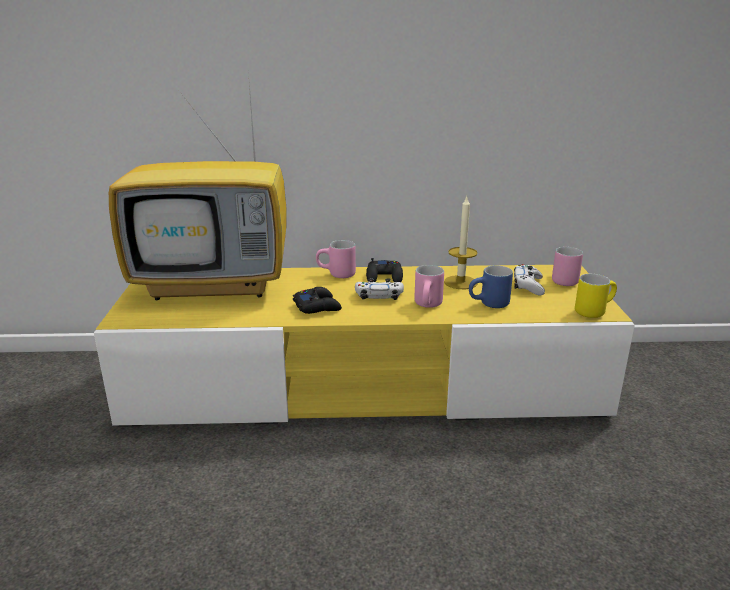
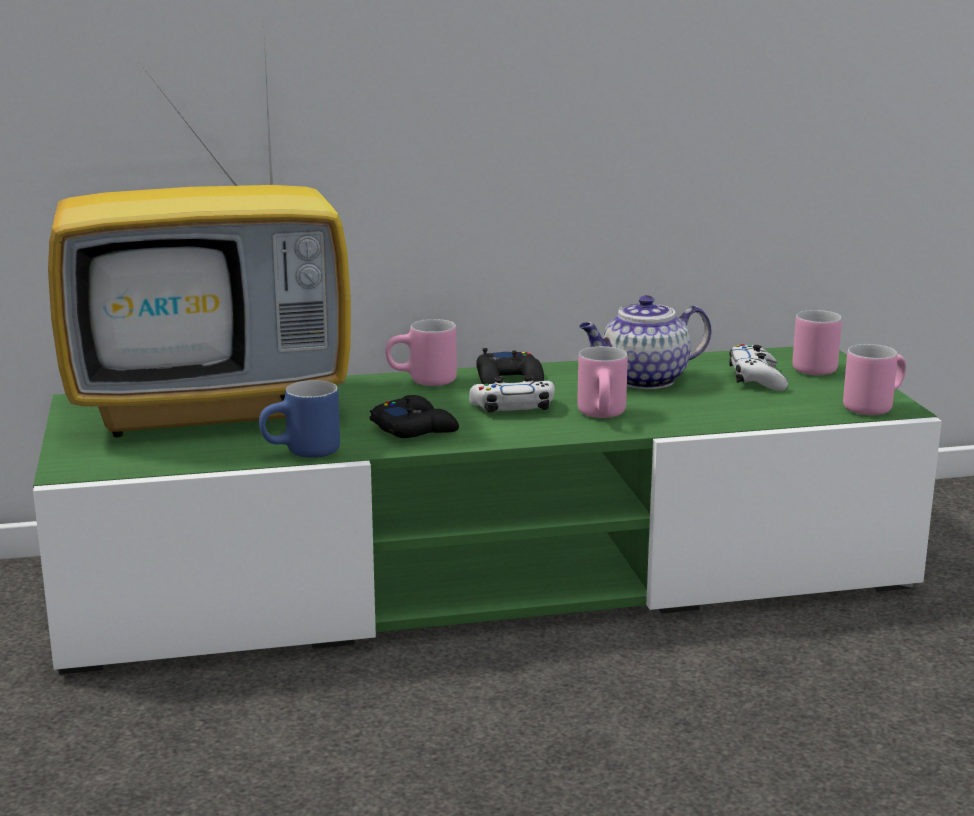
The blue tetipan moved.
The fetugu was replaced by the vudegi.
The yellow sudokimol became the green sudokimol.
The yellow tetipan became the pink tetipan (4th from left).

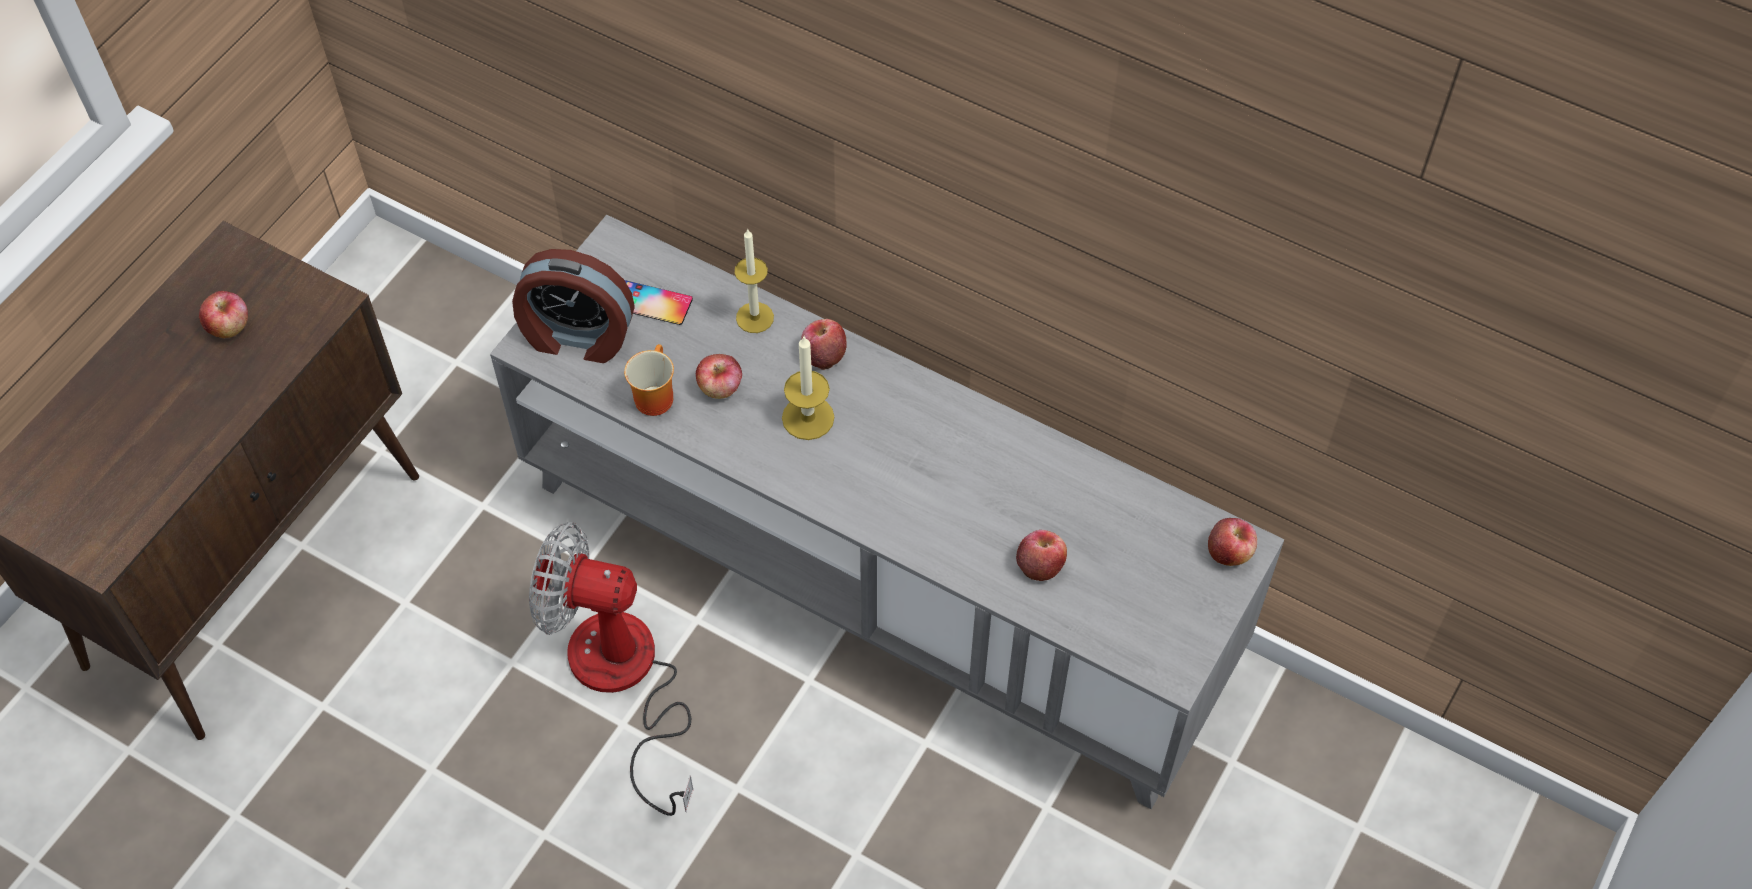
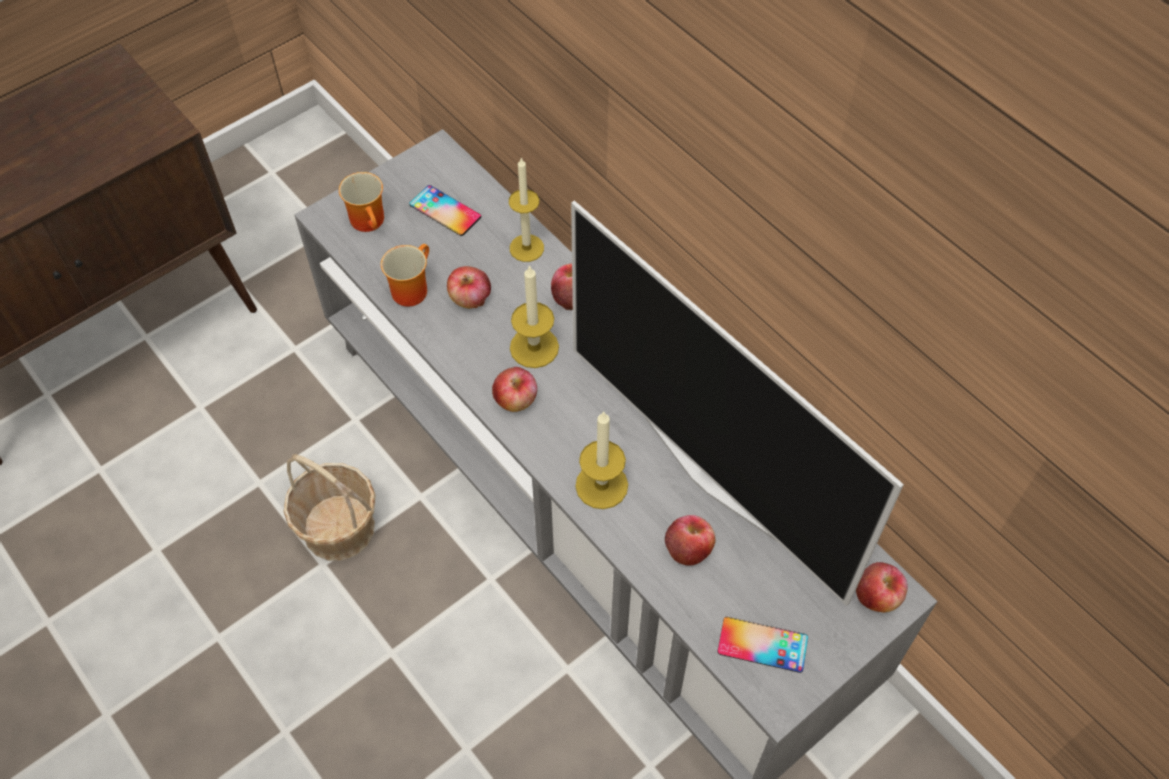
The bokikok appeared.
The fetugu (3rd from left) appeared.
The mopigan (2nd from left) appeared.
The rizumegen (1st from left in the first image) moved.
The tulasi was replaced by the tetipan (1st from left).
The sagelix was replaced by the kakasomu.

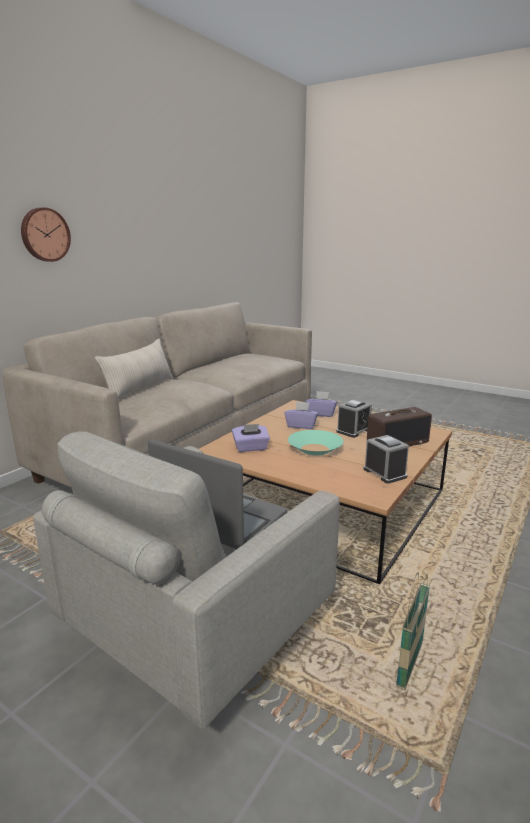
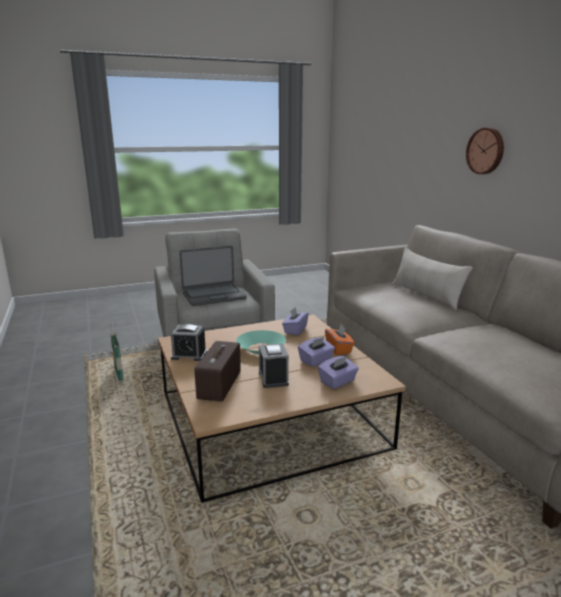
The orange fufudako appeared.

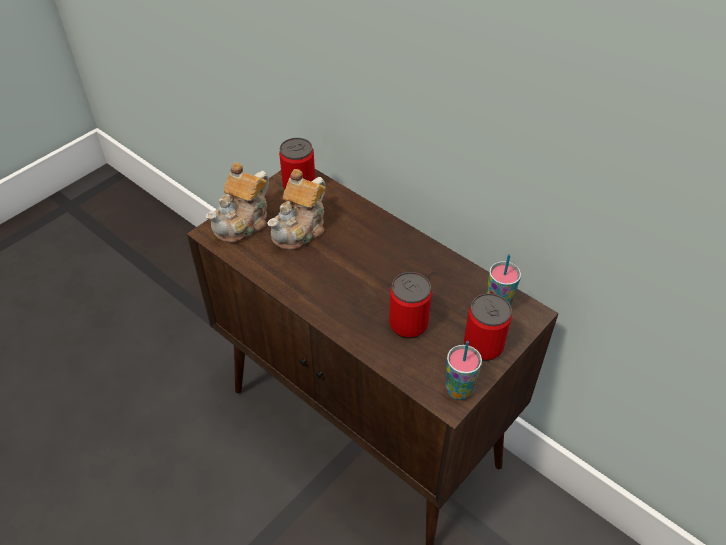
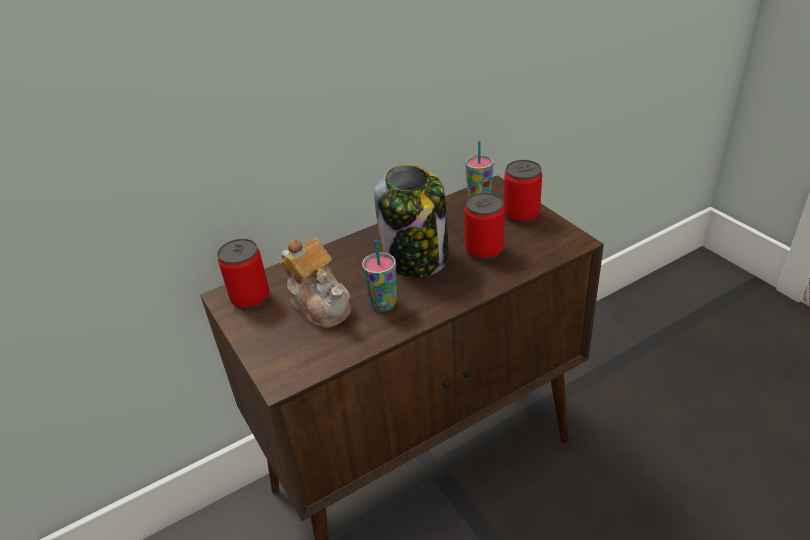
The vudegi (1st from left) disappeared.
The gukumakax appeared.
The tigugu (1st from left) moved.

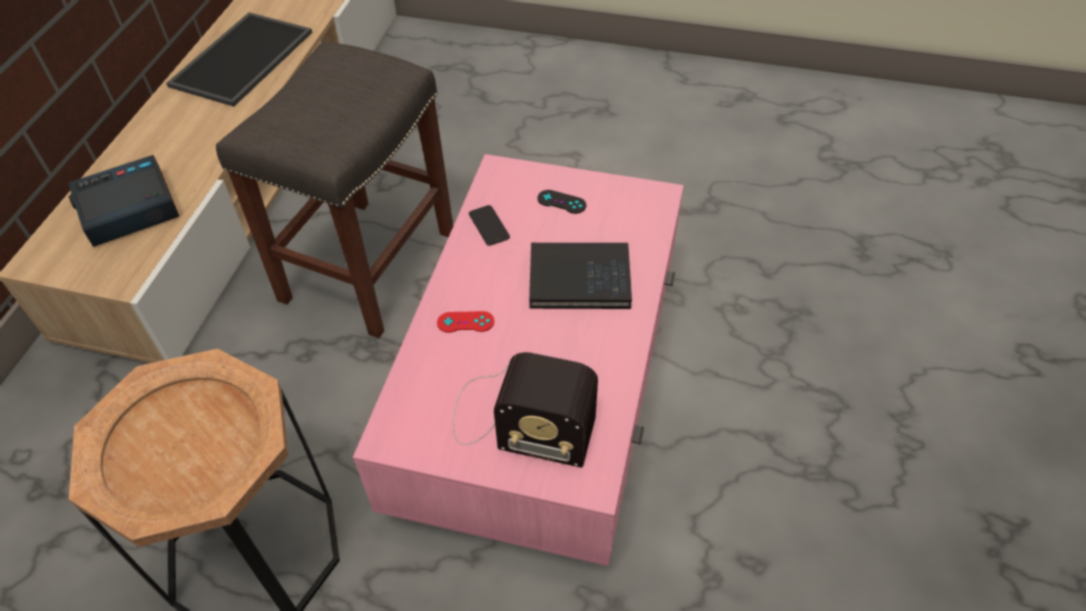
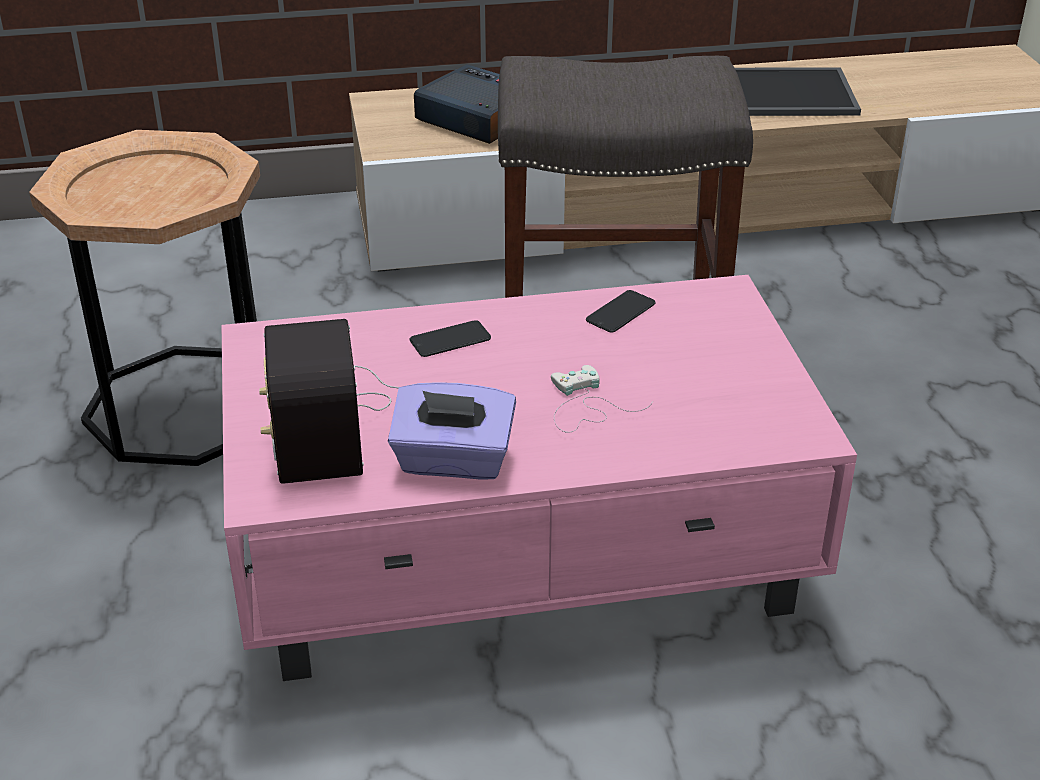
The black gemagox disappeared.
The purple fufudako appeared.
The red gemagox was replaced by the mopigan (1st from left).
The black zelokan was replaced by the white gemagox.

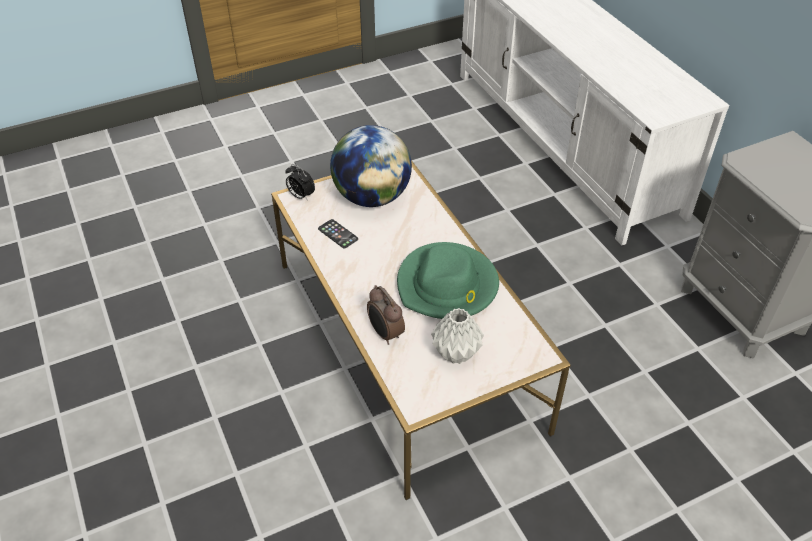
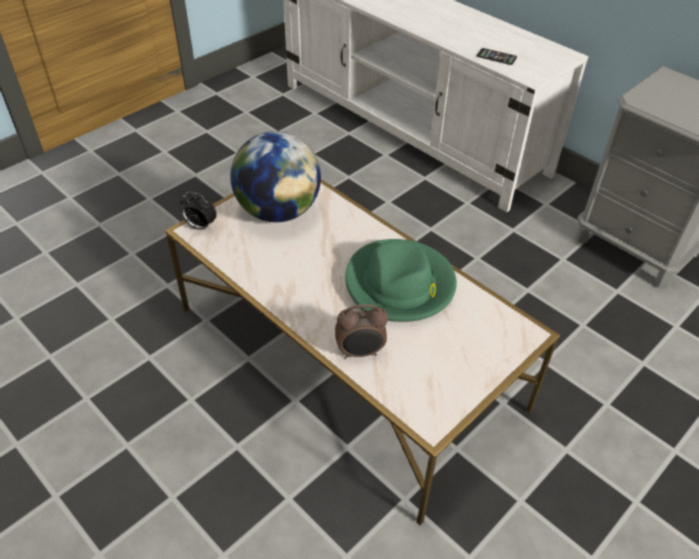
The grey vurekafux disappeared.
The mopigan moved.
The tulasi (2nd from left) turned 45 degrees counterclockwise.

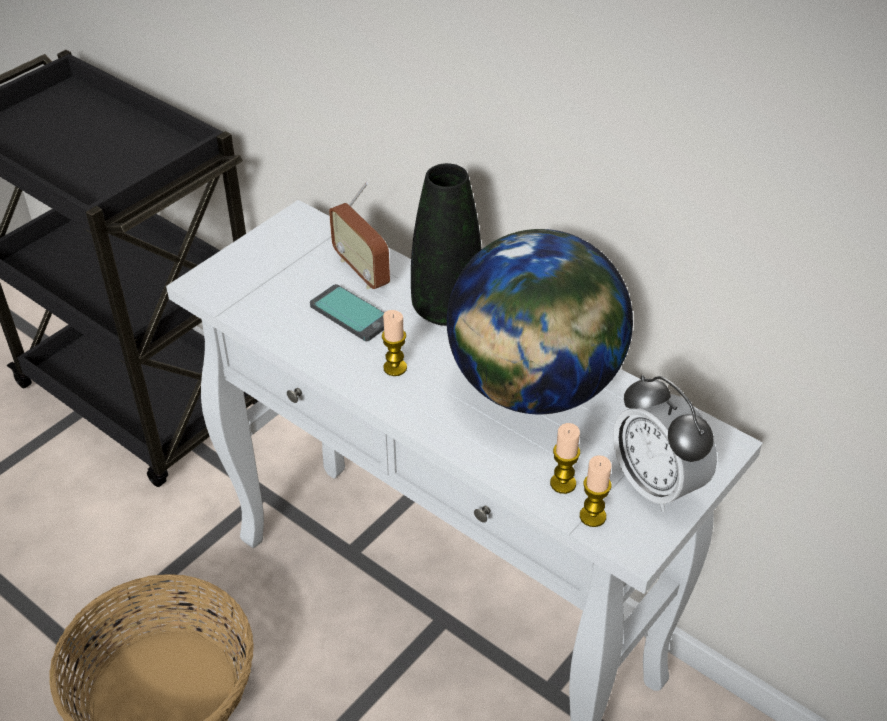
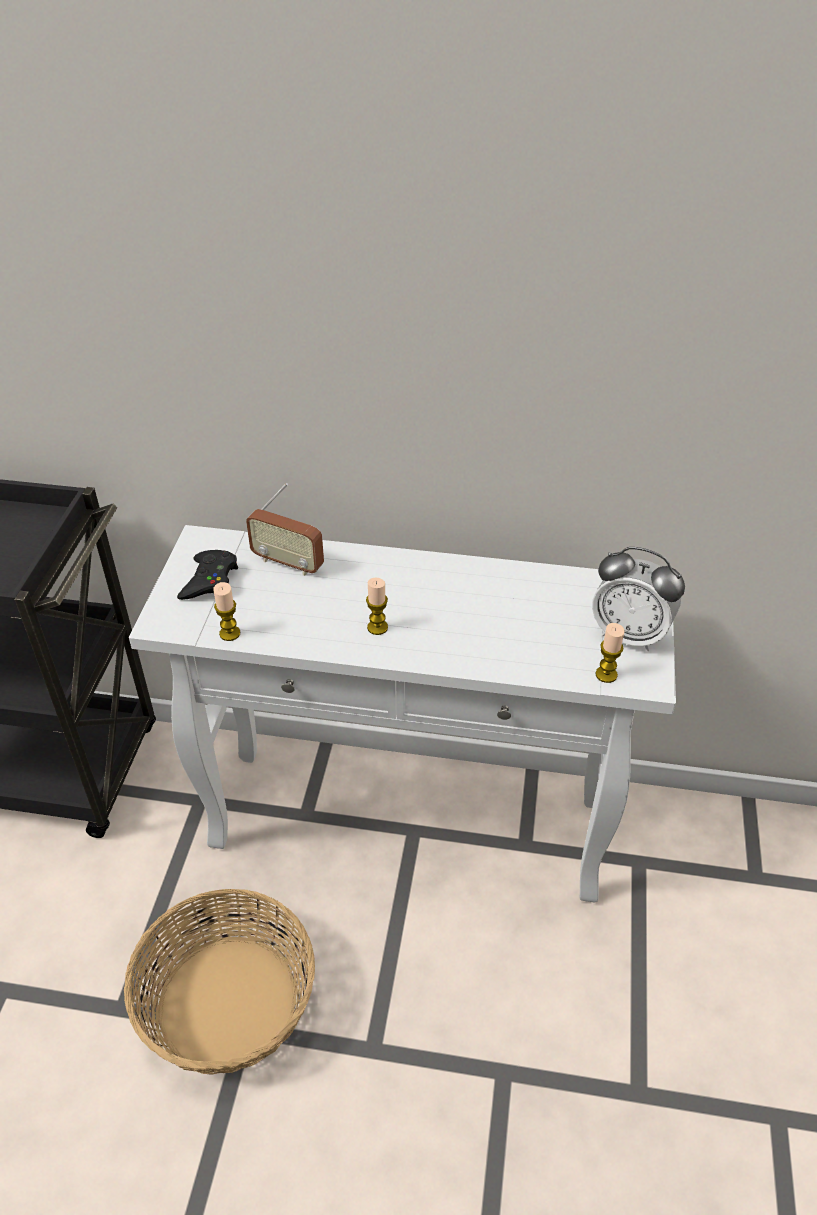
The mopigan disappeared.
The black vurekafux disappeared.
The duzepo disappeared.
The black gemagox appeared.
The fetugu (2nd from left in the first image) moved.

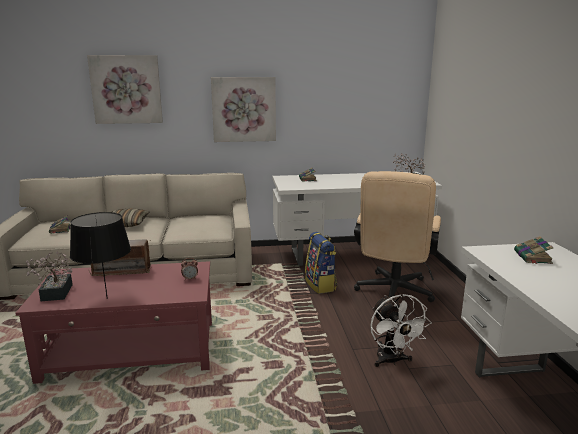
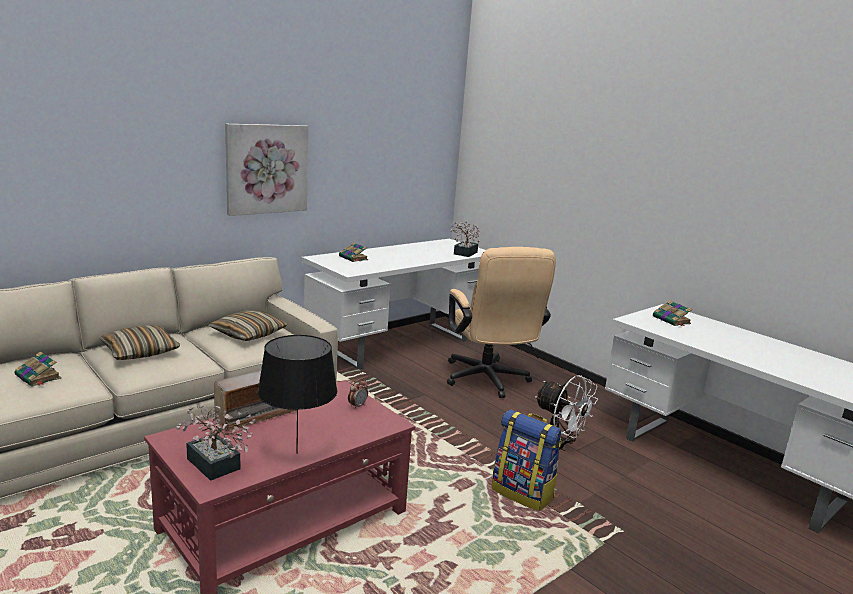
The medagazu (1st from left) disappeared.
The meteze (2nd from left) appeared.
The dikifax moved.

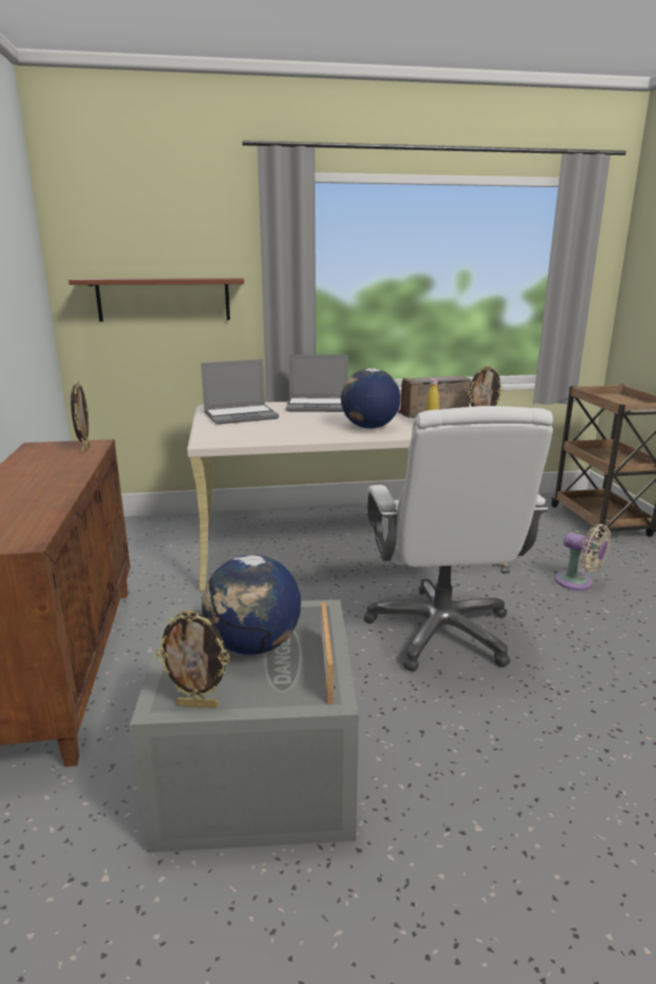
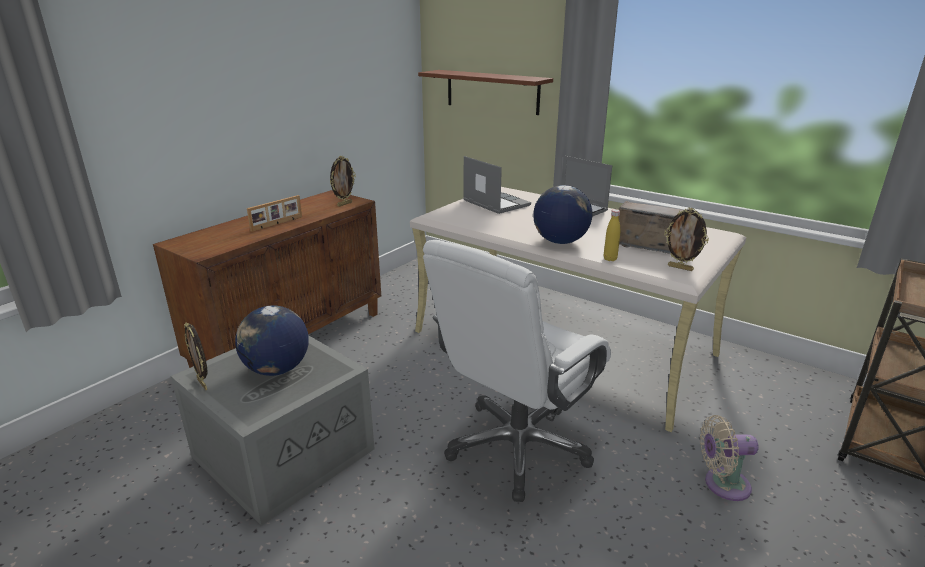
The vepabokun (3rd from left in the first image) moved.
The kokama (1st from left) turned 150 degrees counterclockwise.
The beige sagelix turned 90 degrees clockwise.

